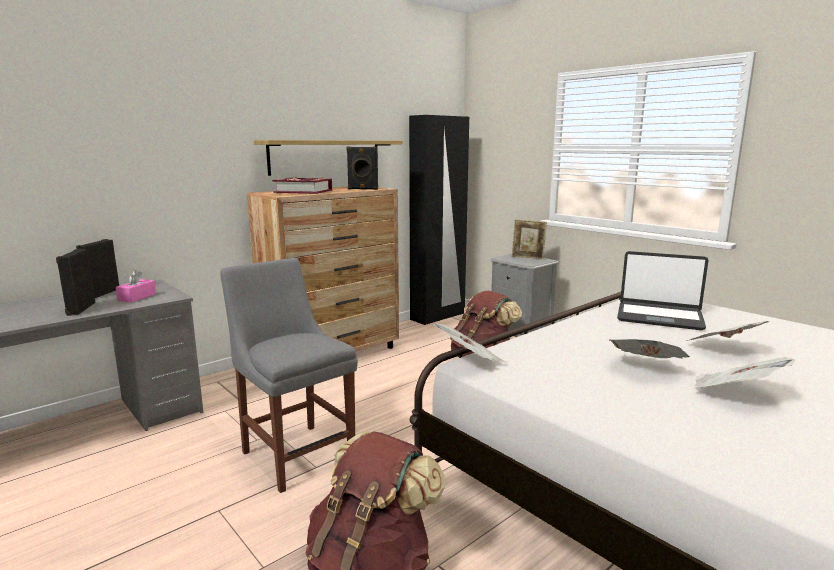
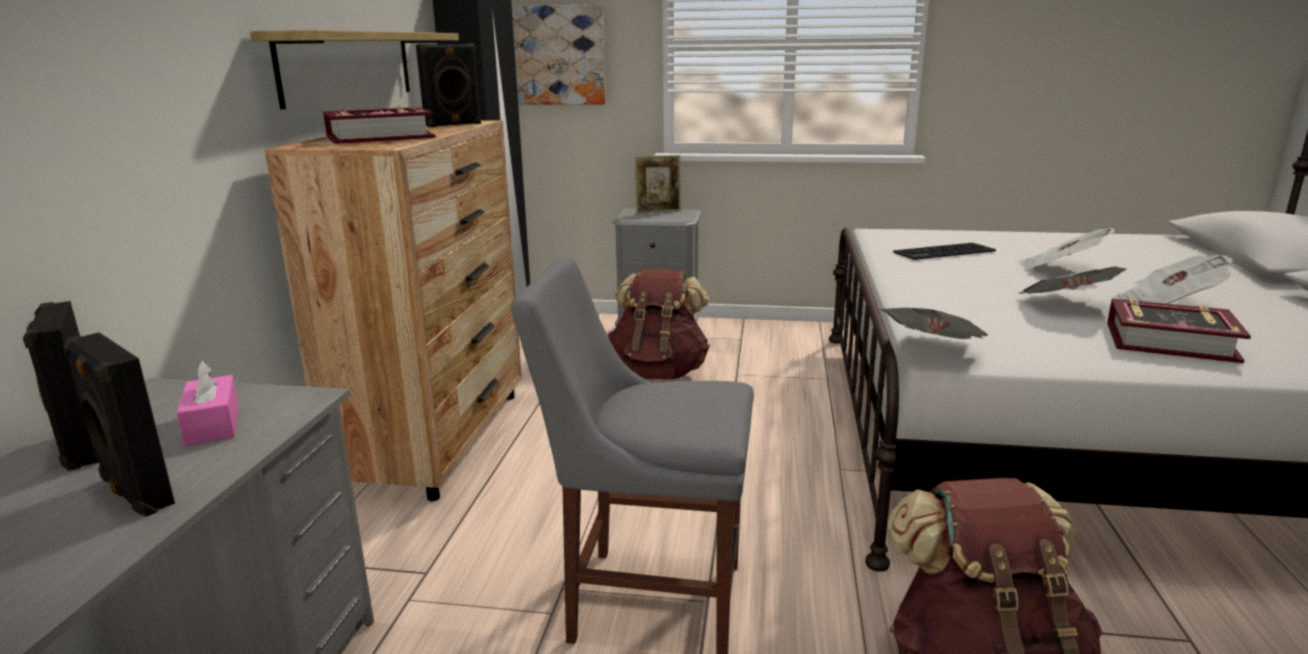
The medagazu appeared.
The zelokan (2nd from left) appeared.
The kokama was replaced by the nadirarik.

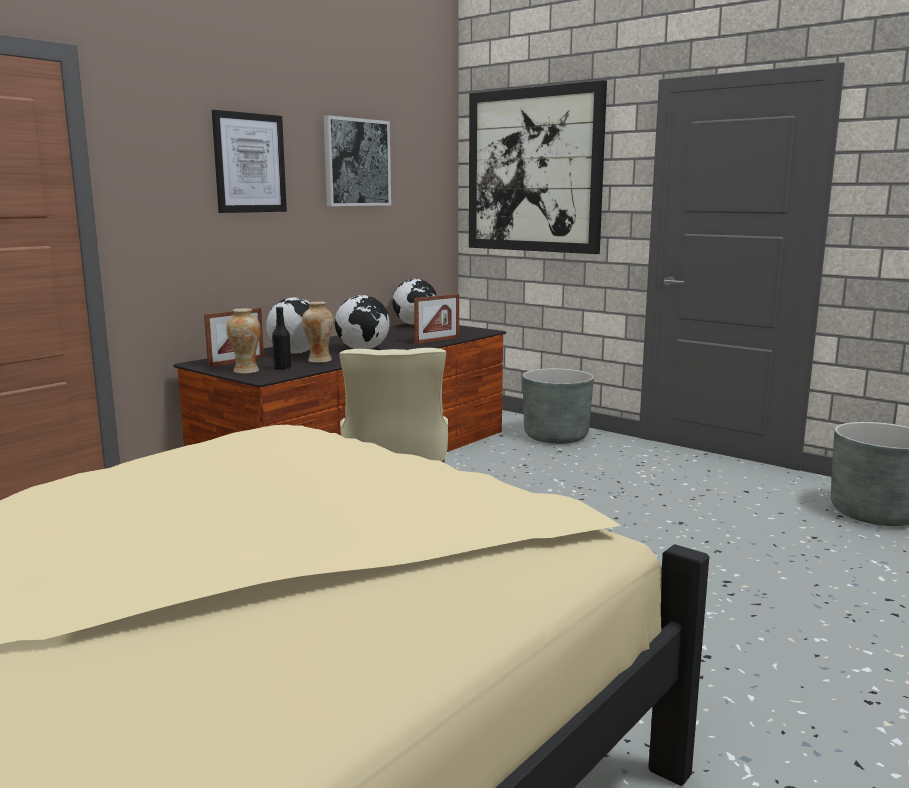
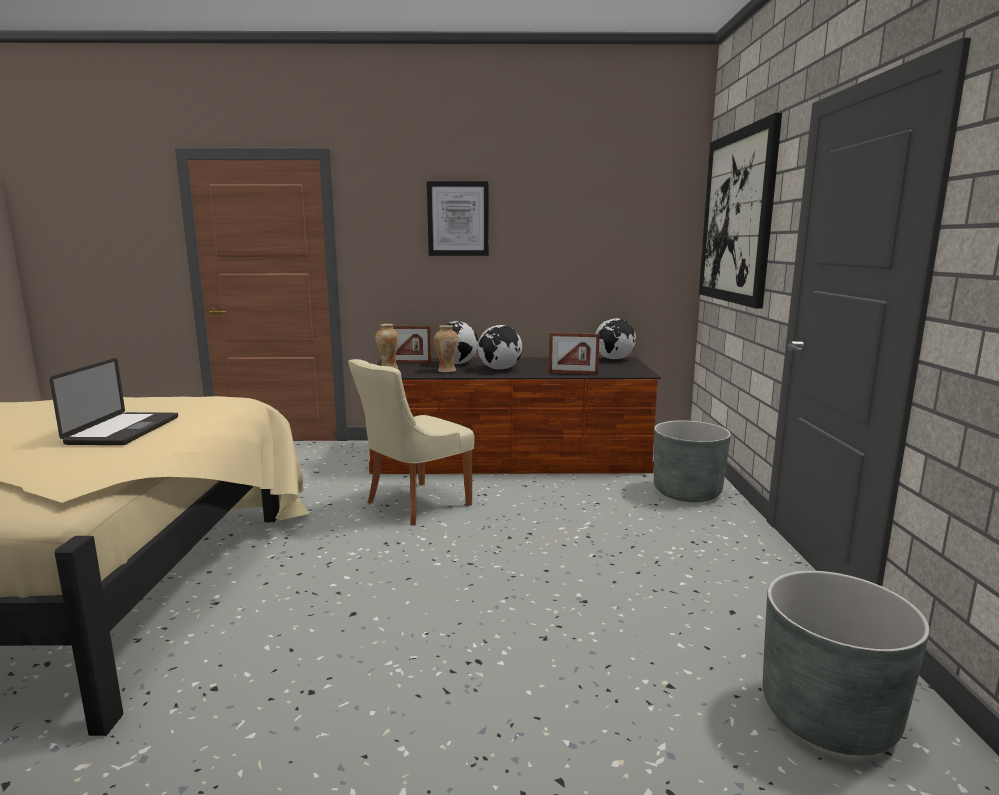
The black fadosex disappeared.
The medagazu (2nd from left) disappeared.
The kokama appeared.

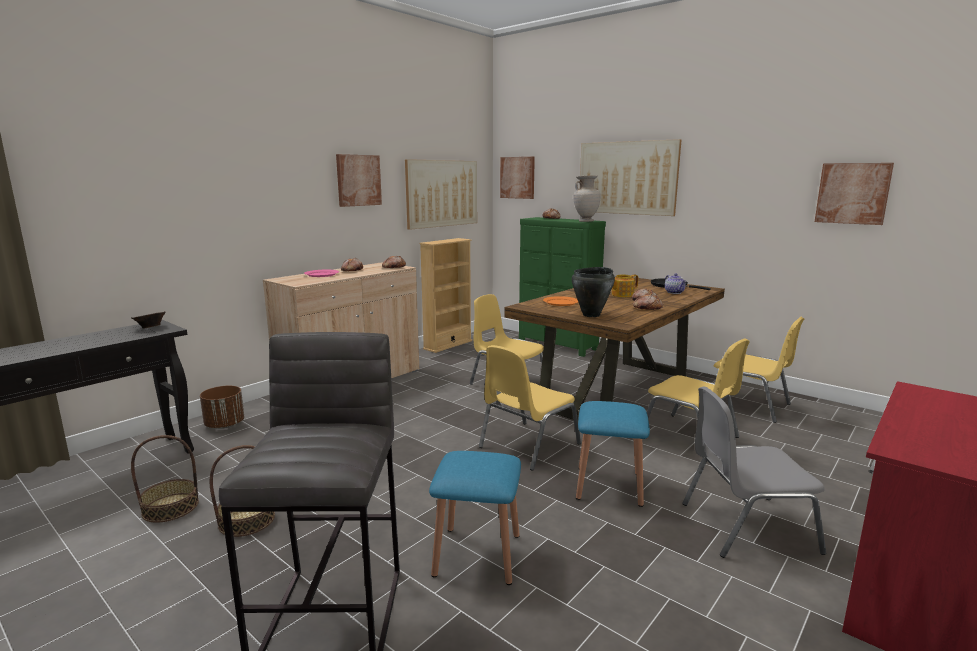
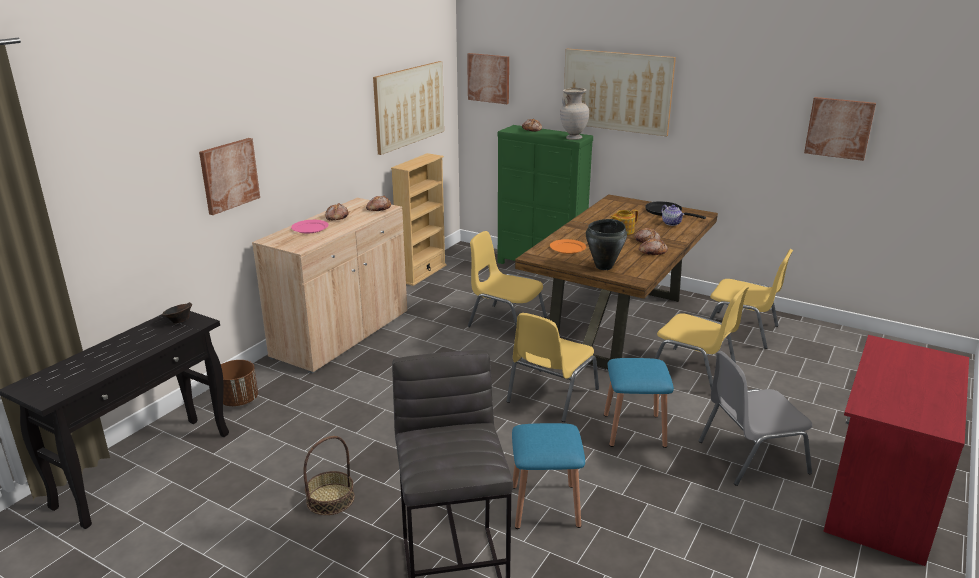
The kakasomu (1st from left) disappeared.
The medagazu (1st from left) moved.

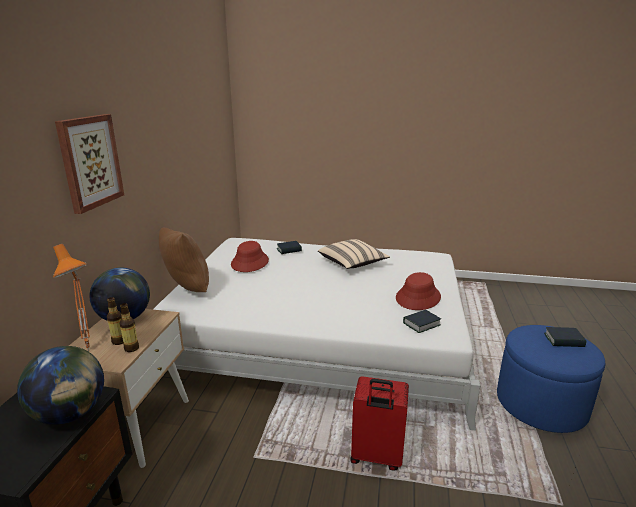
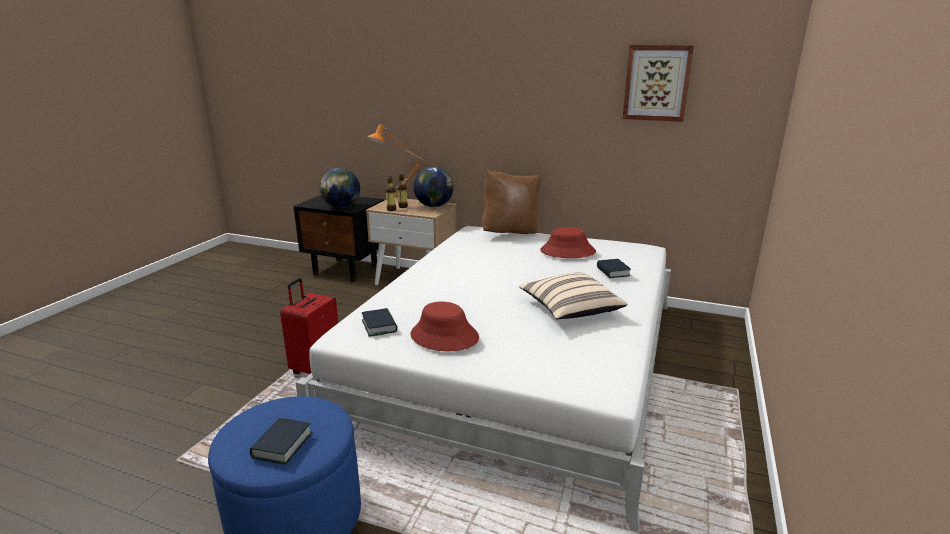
The medagazu moved.

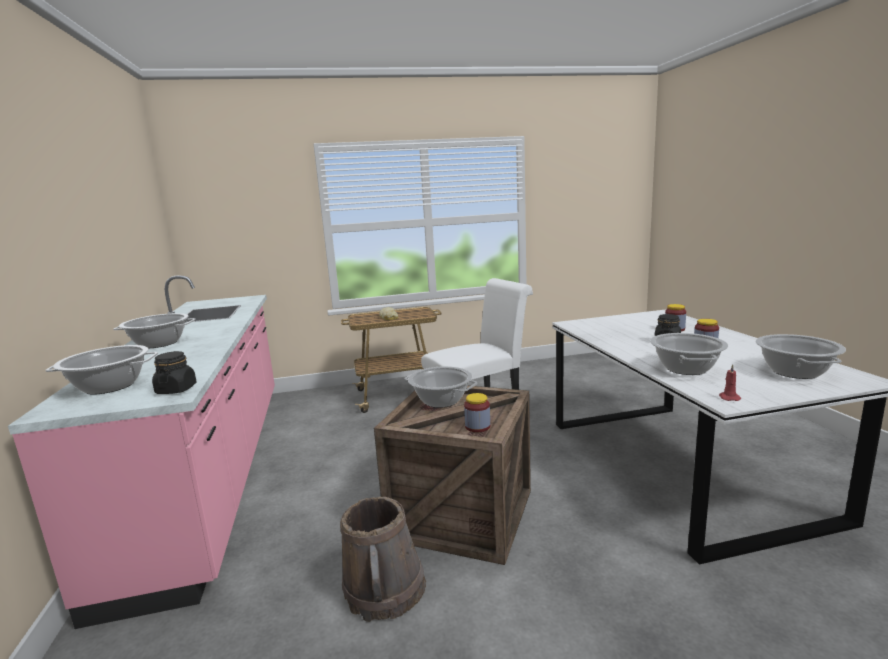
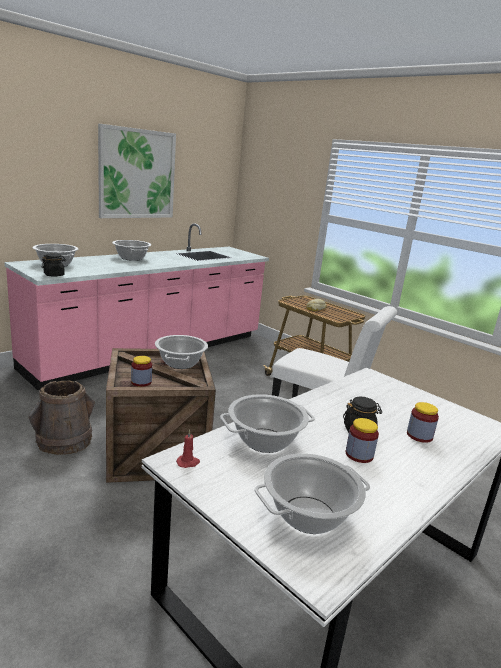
The medagazu appeared.

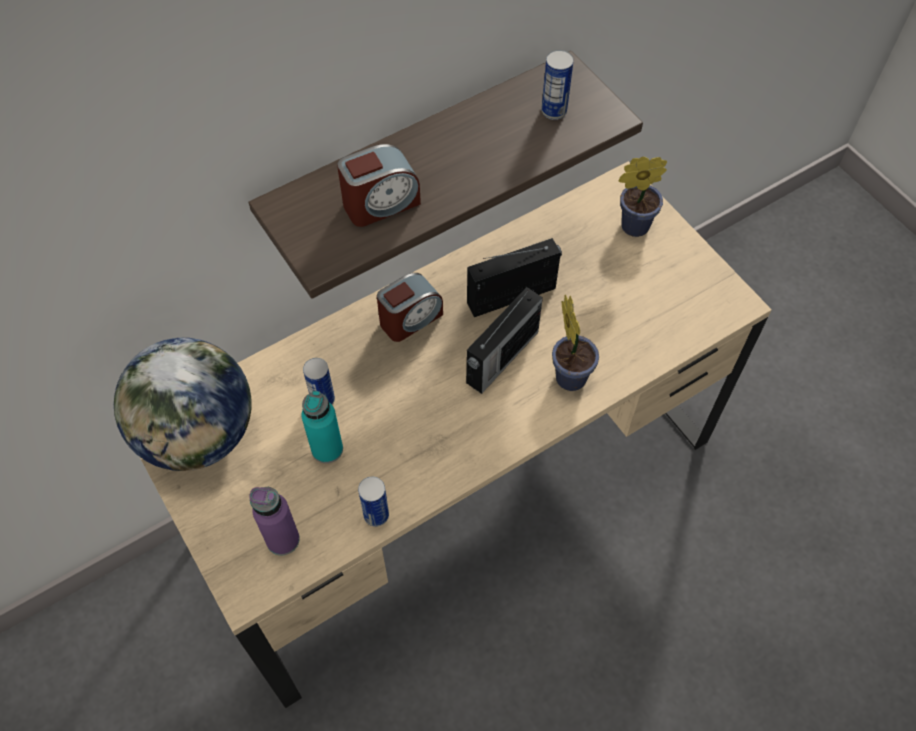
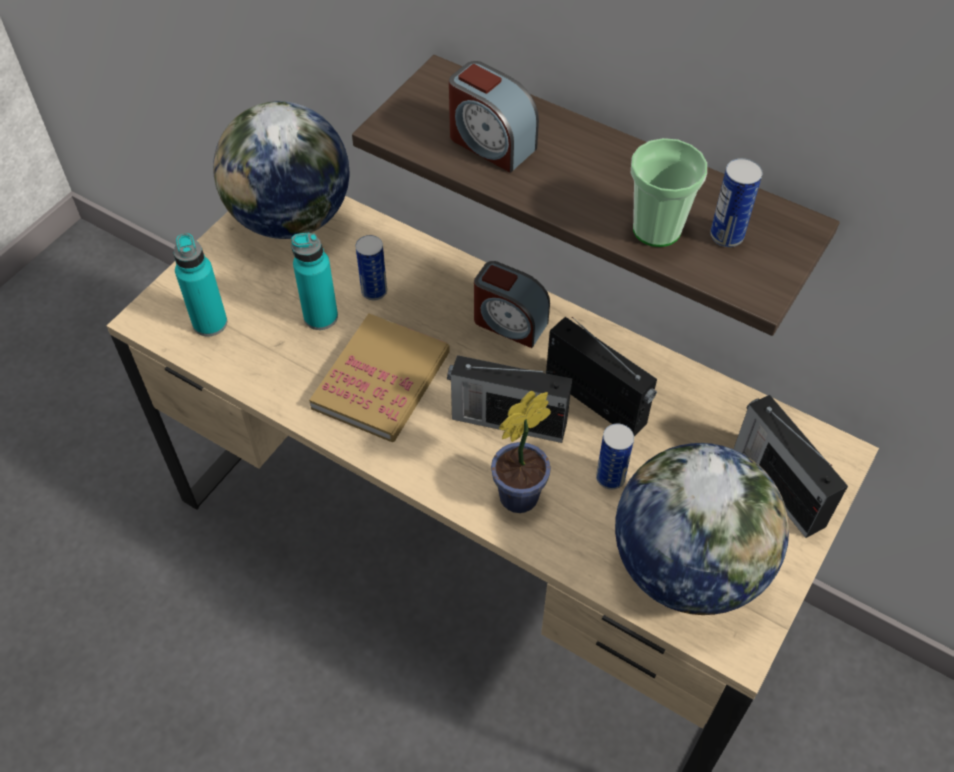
The zelokan appeared.
The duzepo (2nd from left) appeared.
The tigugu appeared.
The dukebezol (2nd from left) moved.
The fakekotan (2nd from left) was replaced by the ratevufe (3rd from left).
The purple fadosex became the turquoise fadosex (1st from left).

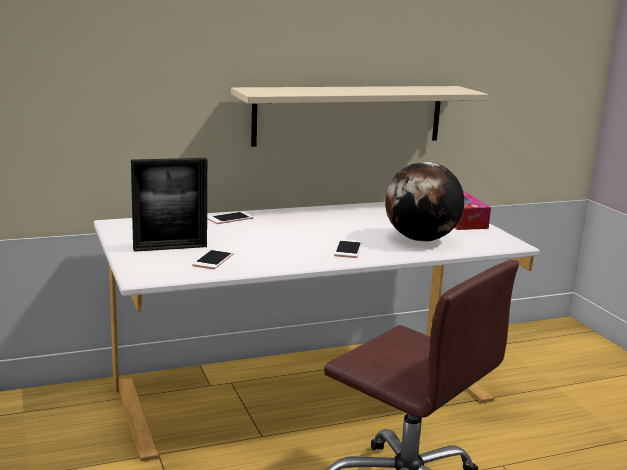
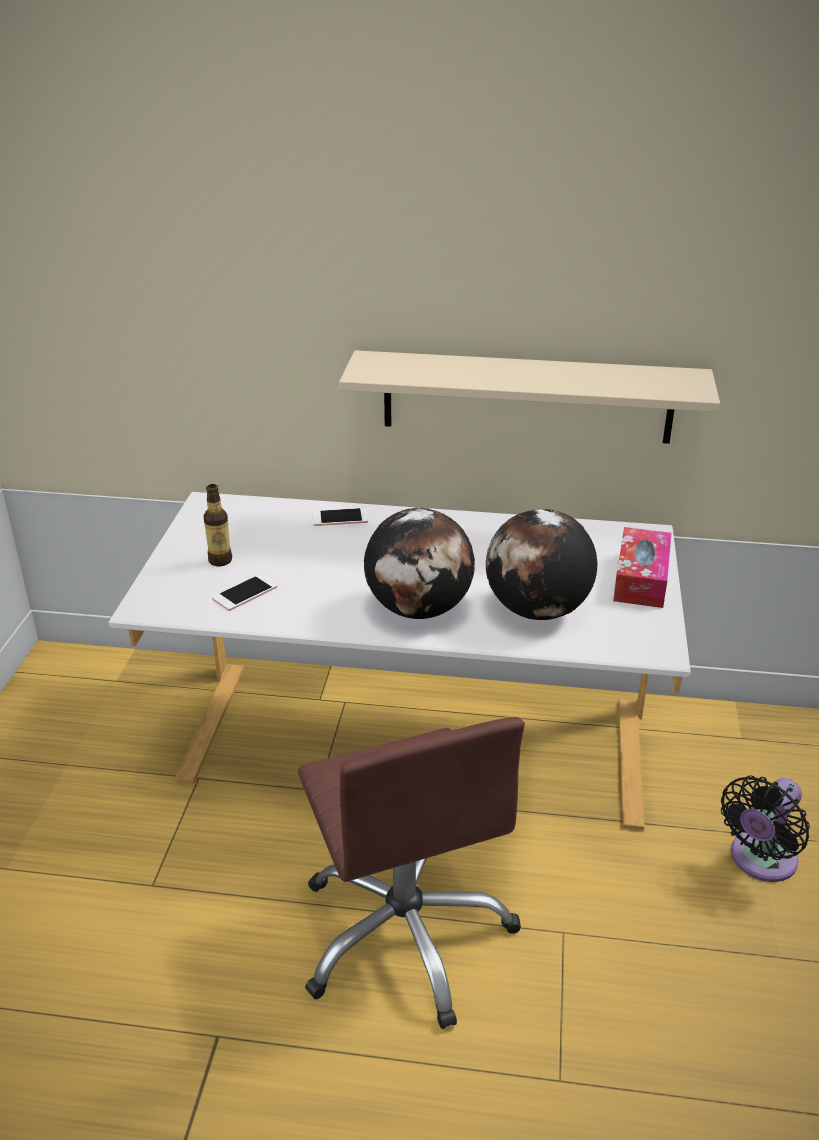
The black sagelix appeared.
The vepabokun was replaced by the fadosex.
The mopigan (3rd from left) was replaced by the duzepo (1st from left).

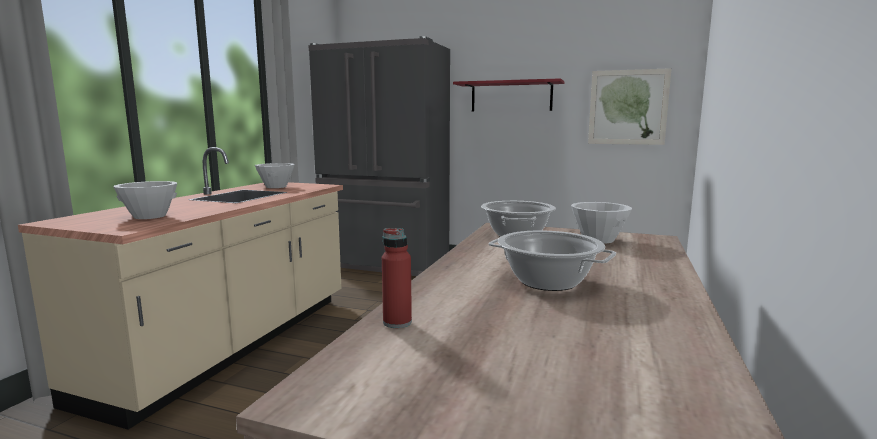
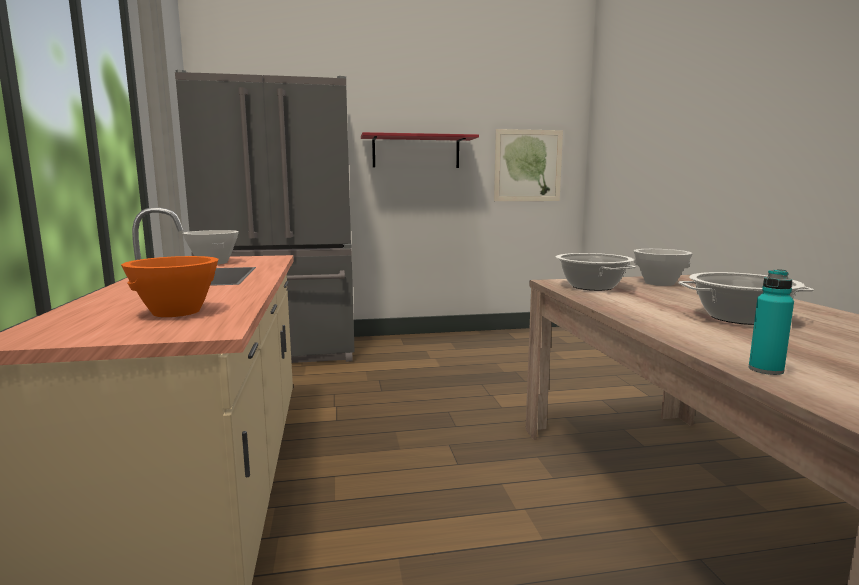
The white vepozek (1st from left) became the orange vepozek.
The red fadosex became the turquoise fadosex.

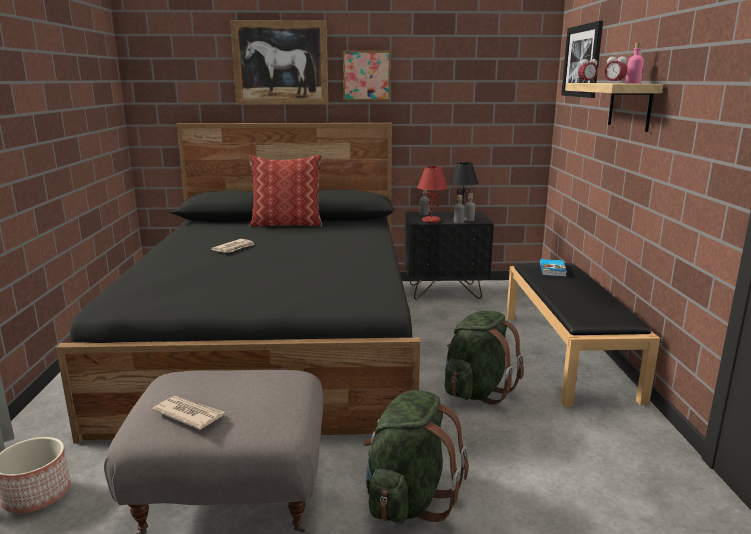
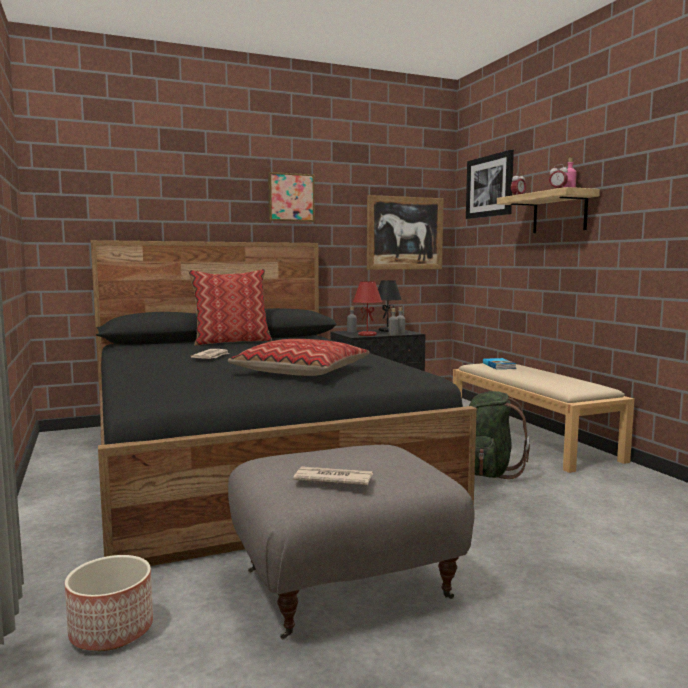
The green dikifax (1st from left) disappeared.
The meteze (2nd from left) appeared.
The medagazu (1st from left in the first image) moved.
The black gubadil became the beige gubadil.

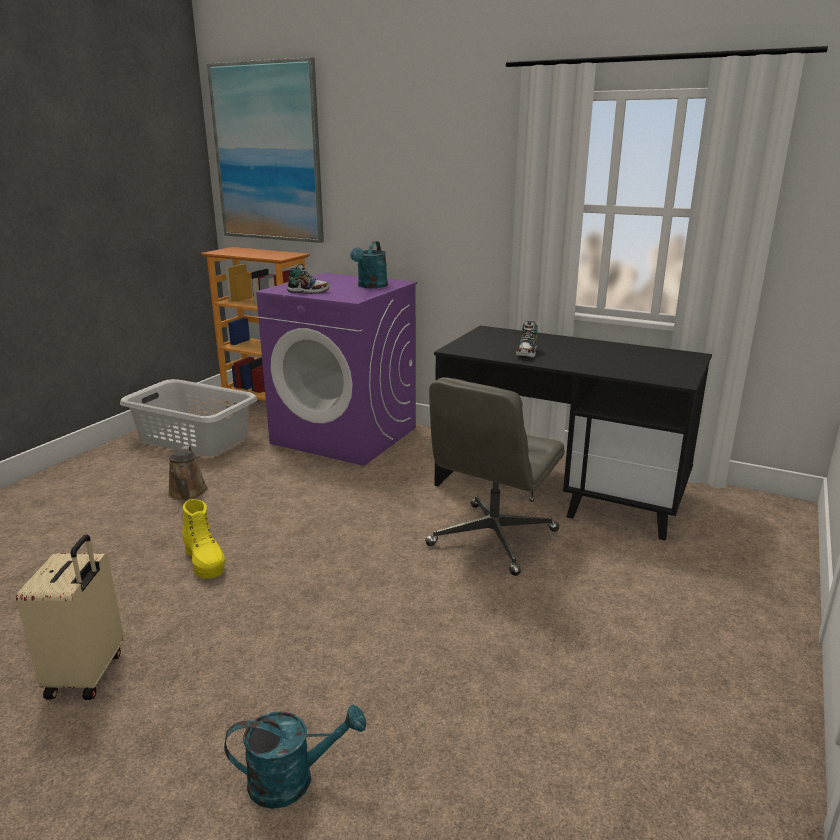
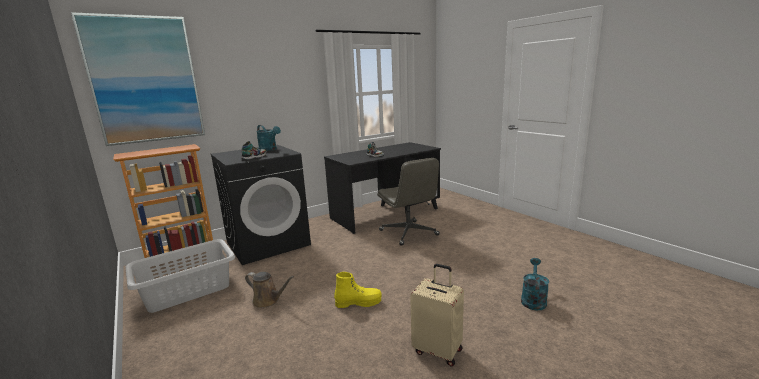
The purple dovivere became the black dovivere.

